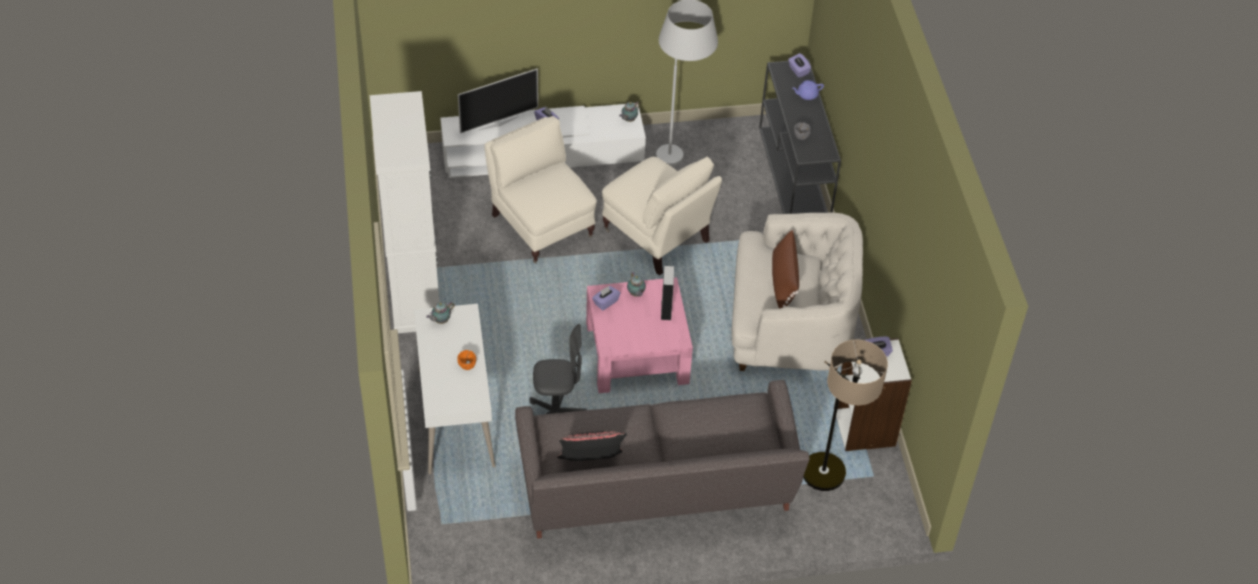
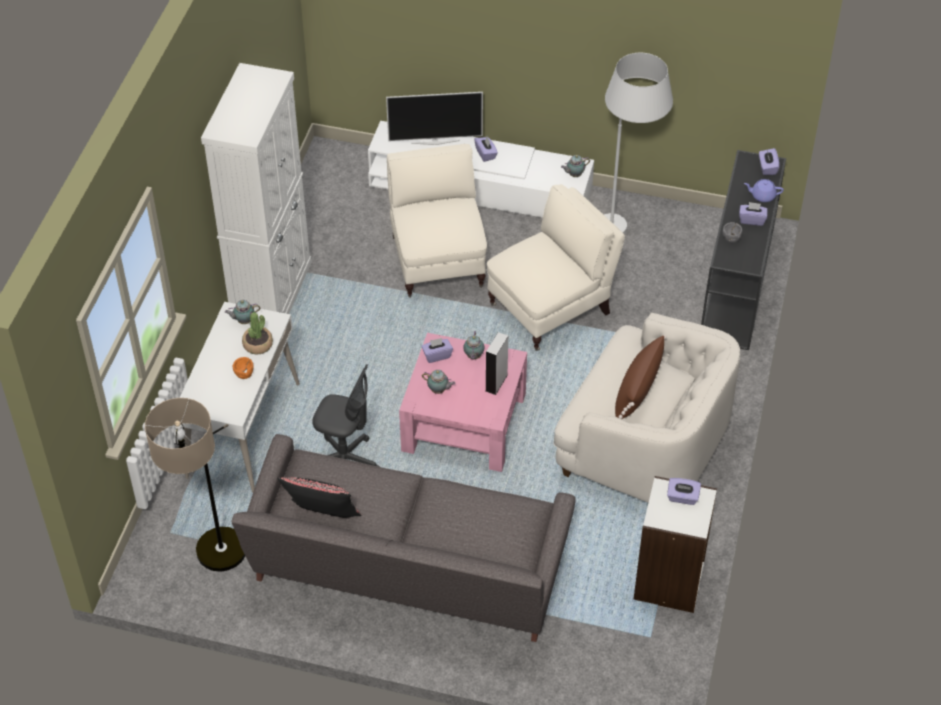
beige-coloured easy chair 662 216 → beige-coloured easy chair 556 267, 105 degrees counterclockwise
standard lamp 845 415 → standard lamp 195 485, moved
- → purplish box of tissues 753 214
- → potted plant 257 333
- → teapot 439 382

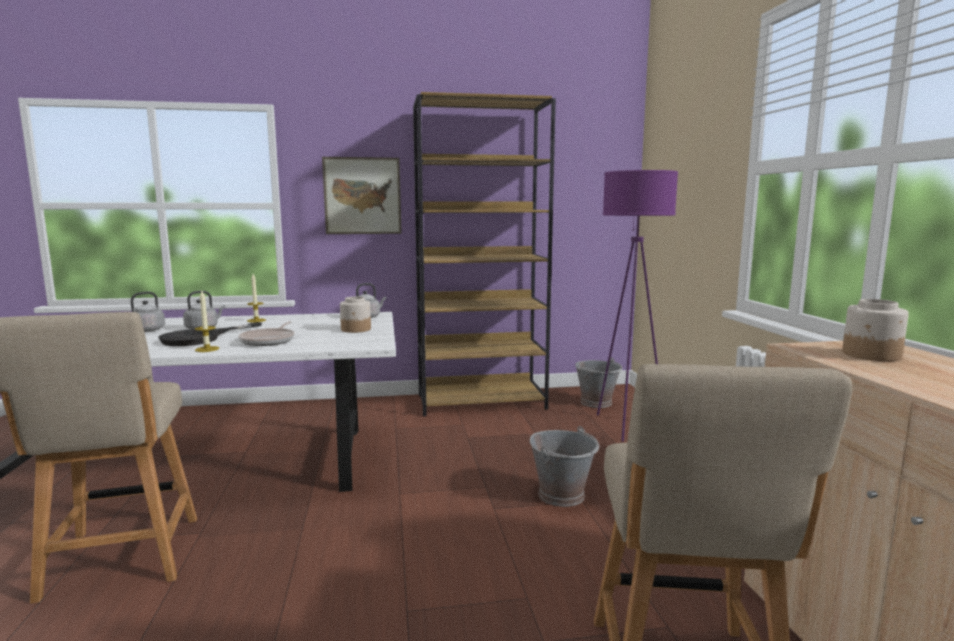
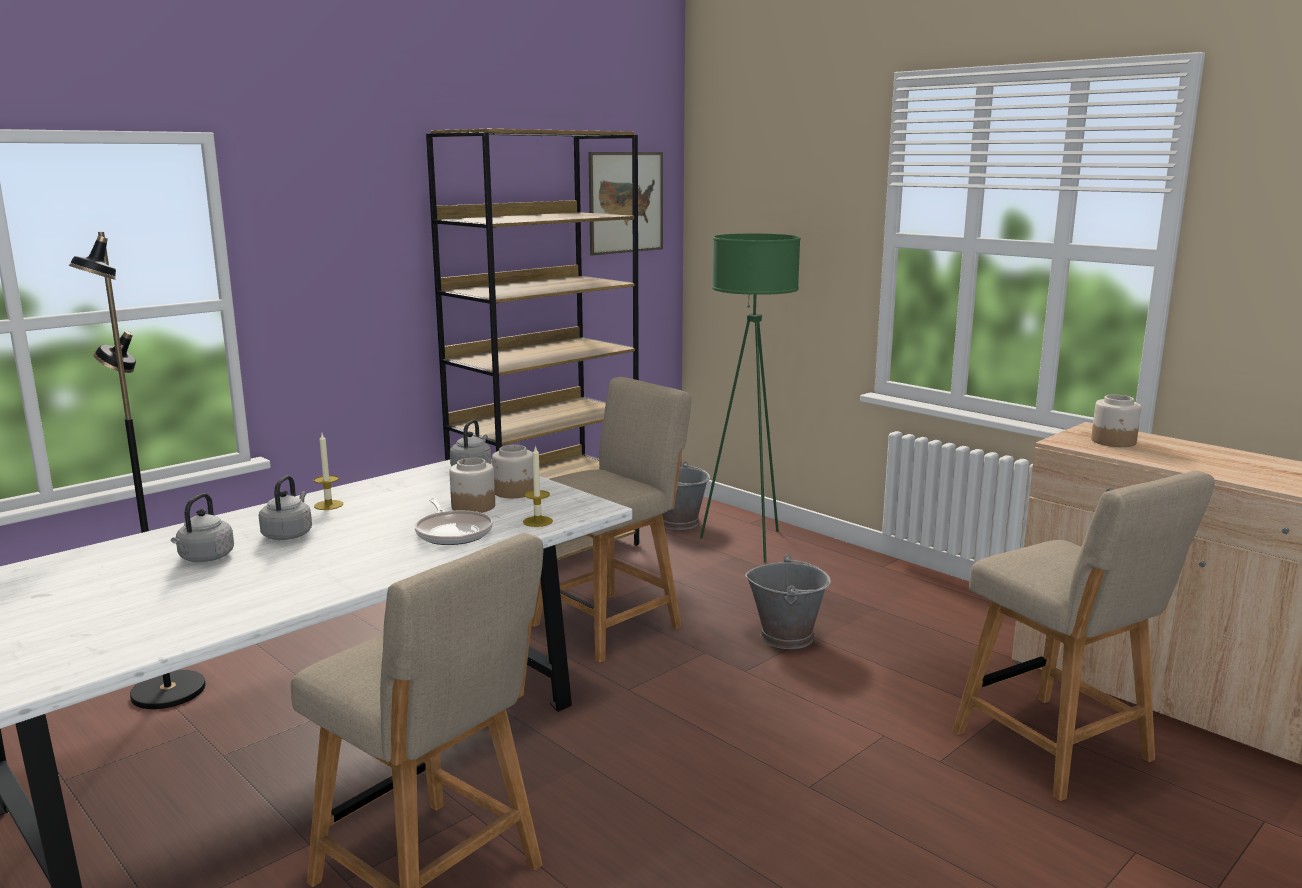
wall art 362 195 → wall art 625 204, moved
purplish standard lamp 637 305 → green-coloured standard lamp 750 398
wax light 207 321 → wax light 538 486, moved
black-coloured skillet 210 334 → -
- → black-coloured standard lamp 136 470
- → beige-coloured chair 611 520
- → preserve jar 472 485

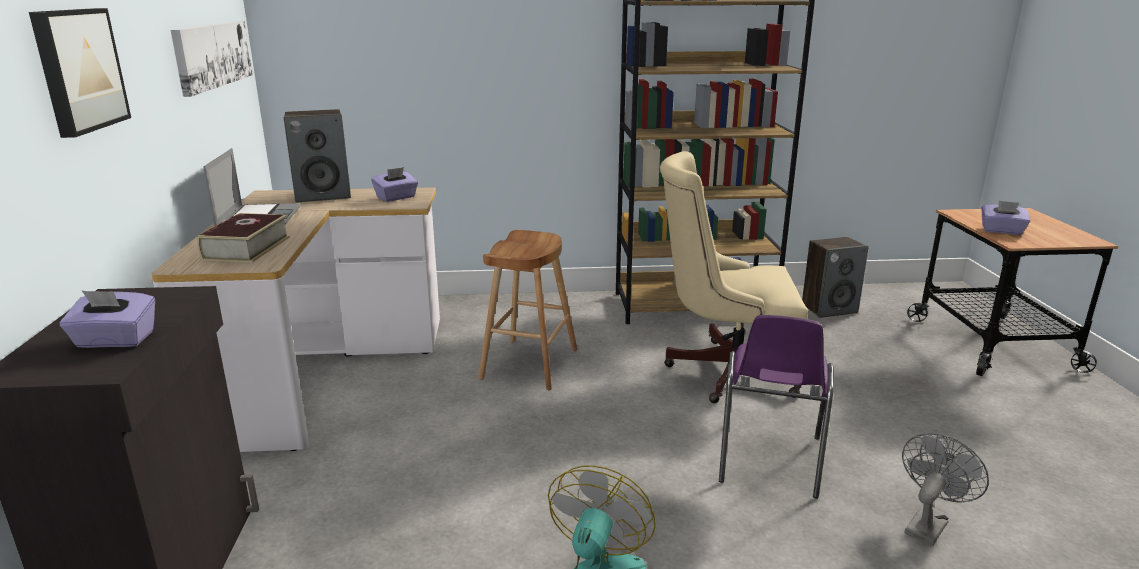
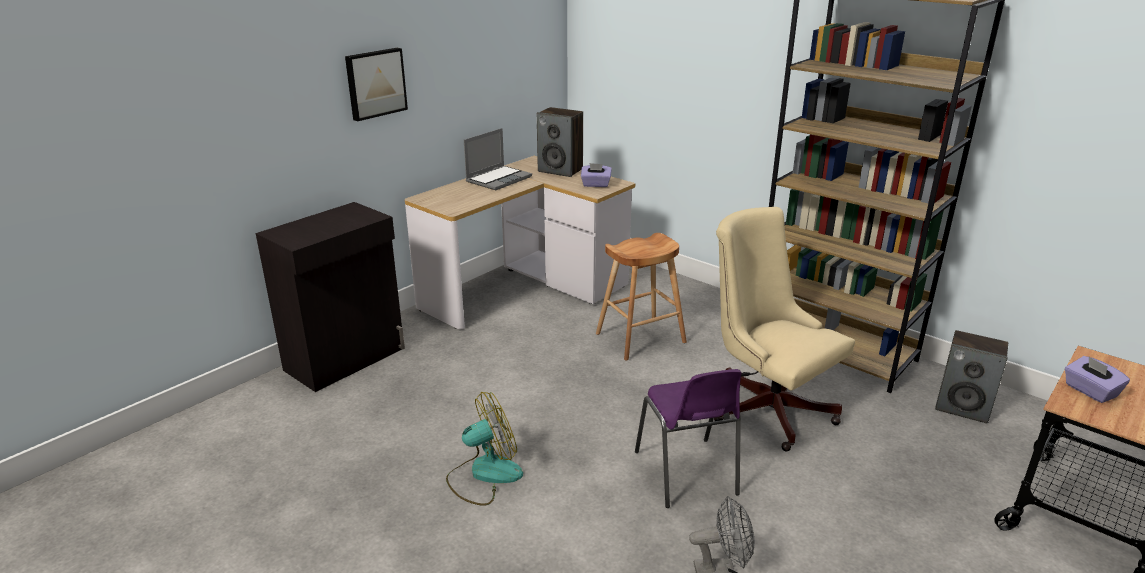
wall art 212 59 → -
book 243 238 → -
purplish box of tissues 107 319 → -
purplish chair 776 407 → purplish chair 688 438, 75 degrees counterclockwise

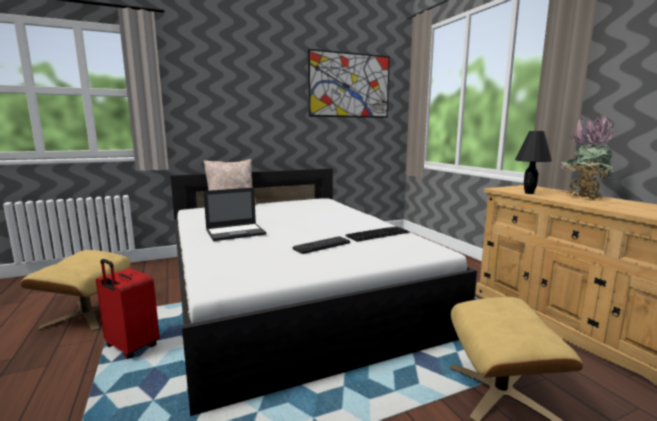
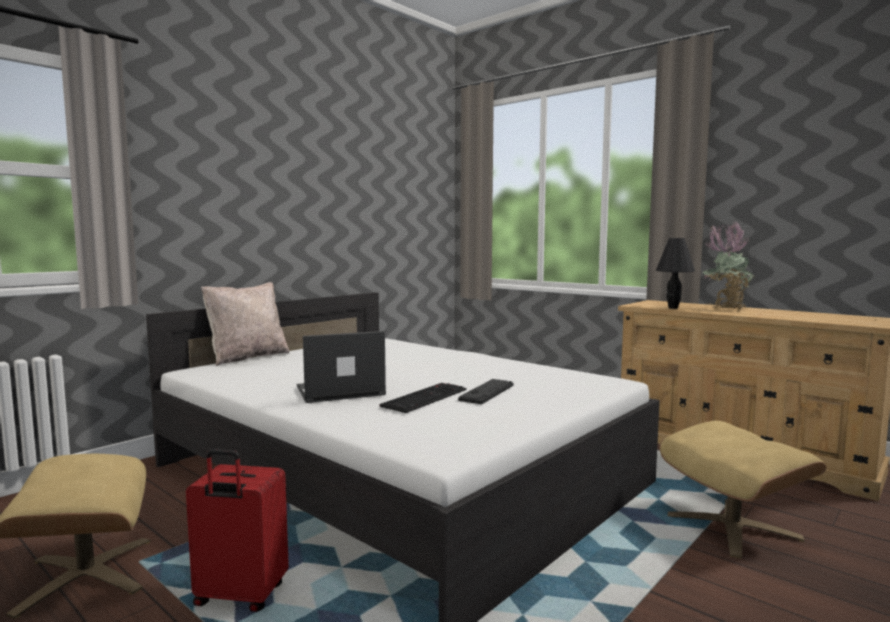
wall art 349 83 → -
portable computer 234 214 → portable computer 341 367, 150 degrees counterclockwise
keyboard 377 234 → keyboard 422 398, moved

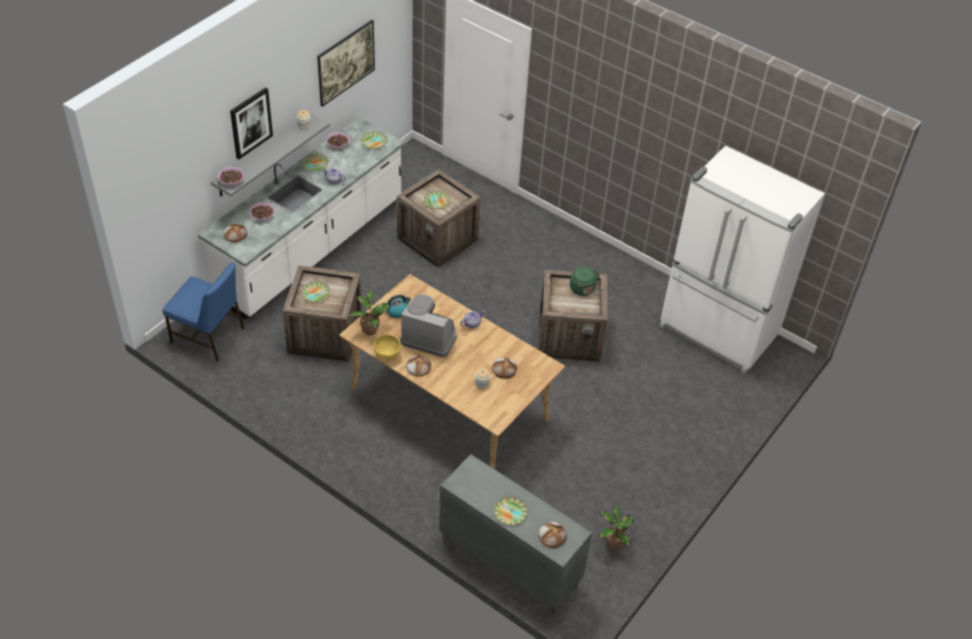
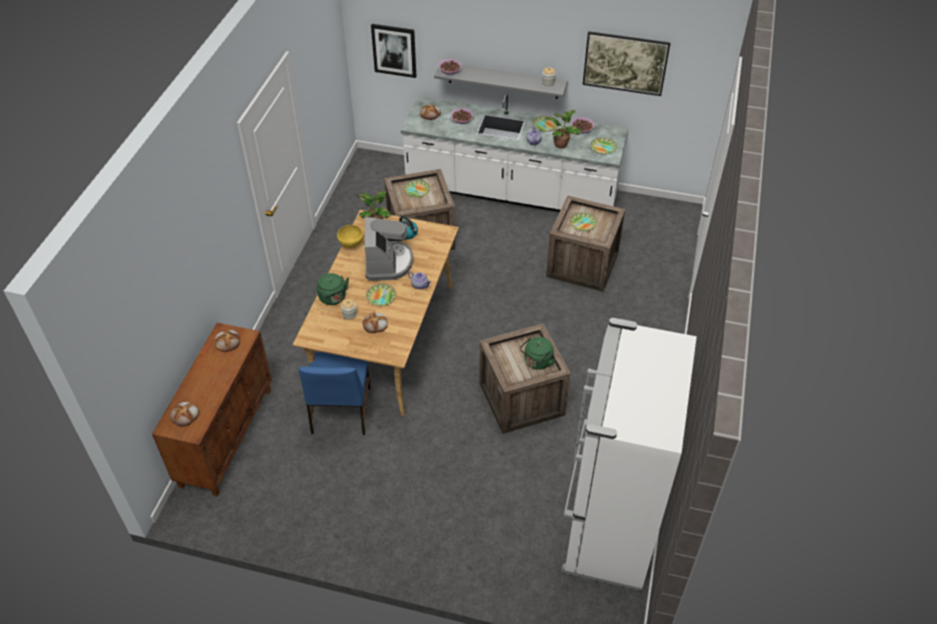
wall art 251 123 → wall art 393 51, moved
bluish chair 203 312 → bluish chair 335 393, moved
bakery bread 418 365 → bakery bread 227 341, moved
greyish storage cabinet 515 534 → brown storage cabinet 212 410
flat dish 511 510 → flat dish 381 295, moved
potted plant 616 527 → potted plant 564 129, moved
- → green-coloured water kettle 333 289

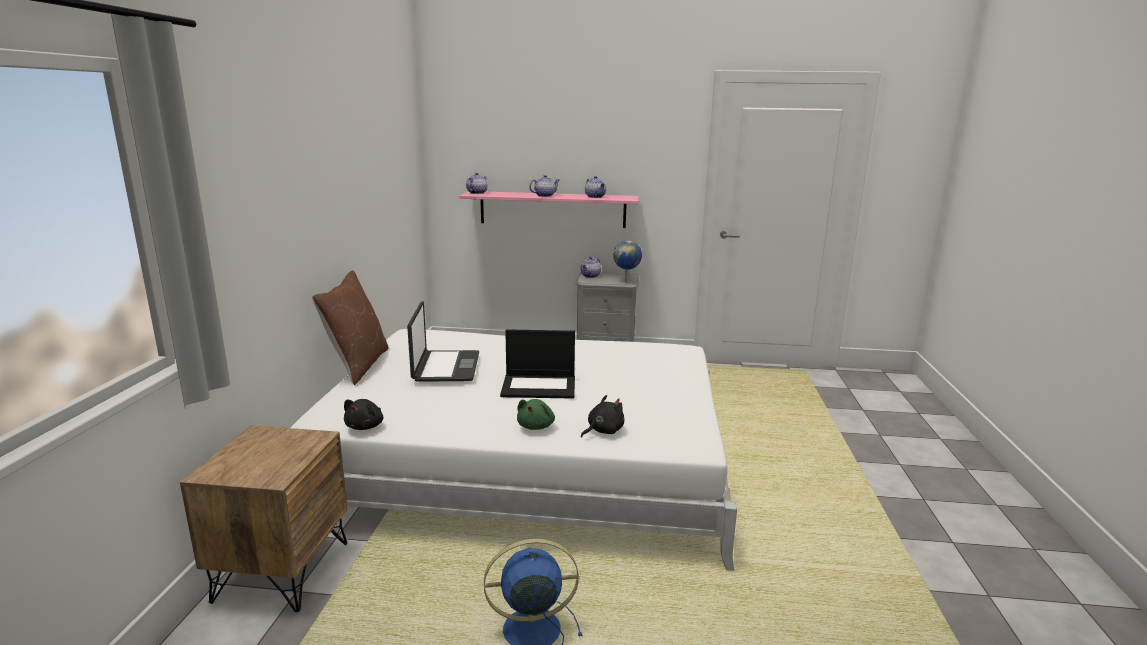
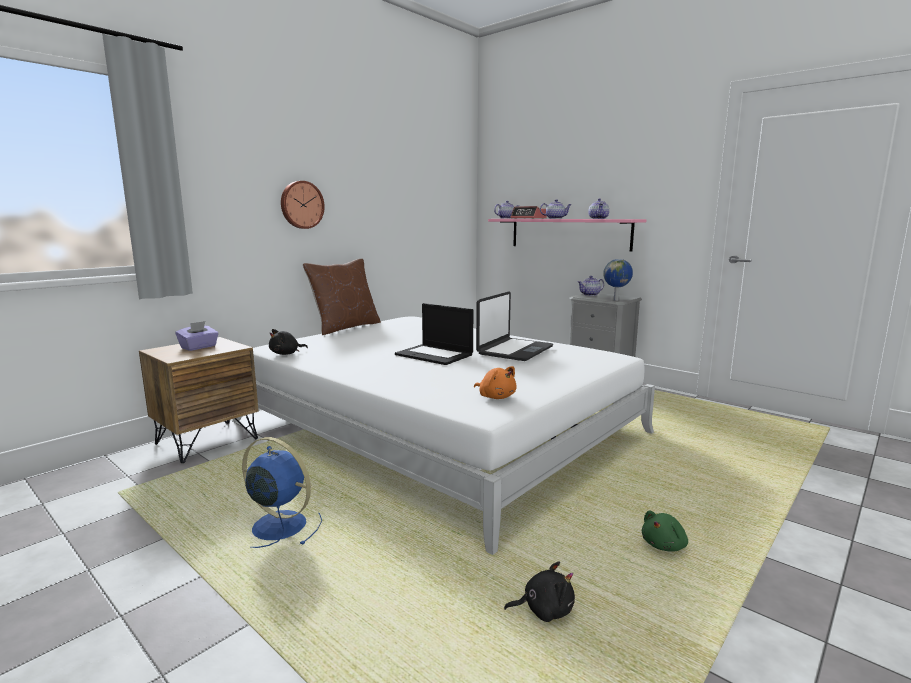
portable computer 443 341 → portable computer 514 326, moved
black-coloured soft toy 602 416 → black-coloured soft toy 539 592, moved
green-coloured soft toy 536 414 → green-coloured soft toy 665 530, moved
- → hanging clock 303 205
- → table clock 529 212
- → purplish box of tissues 197 336
- → orangey soft toy 495 382

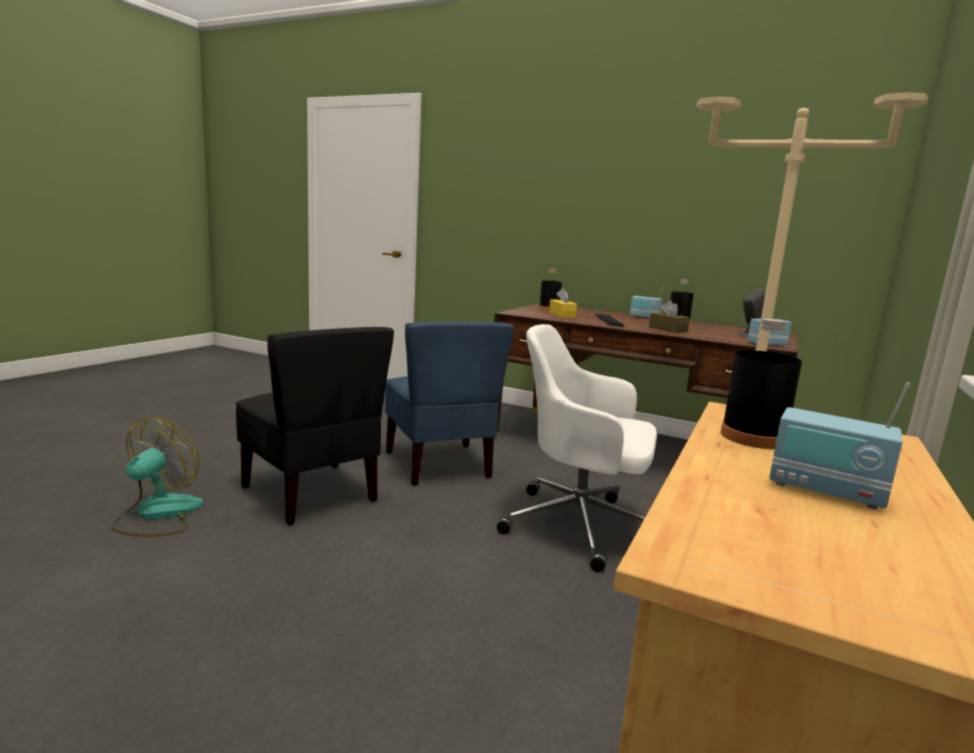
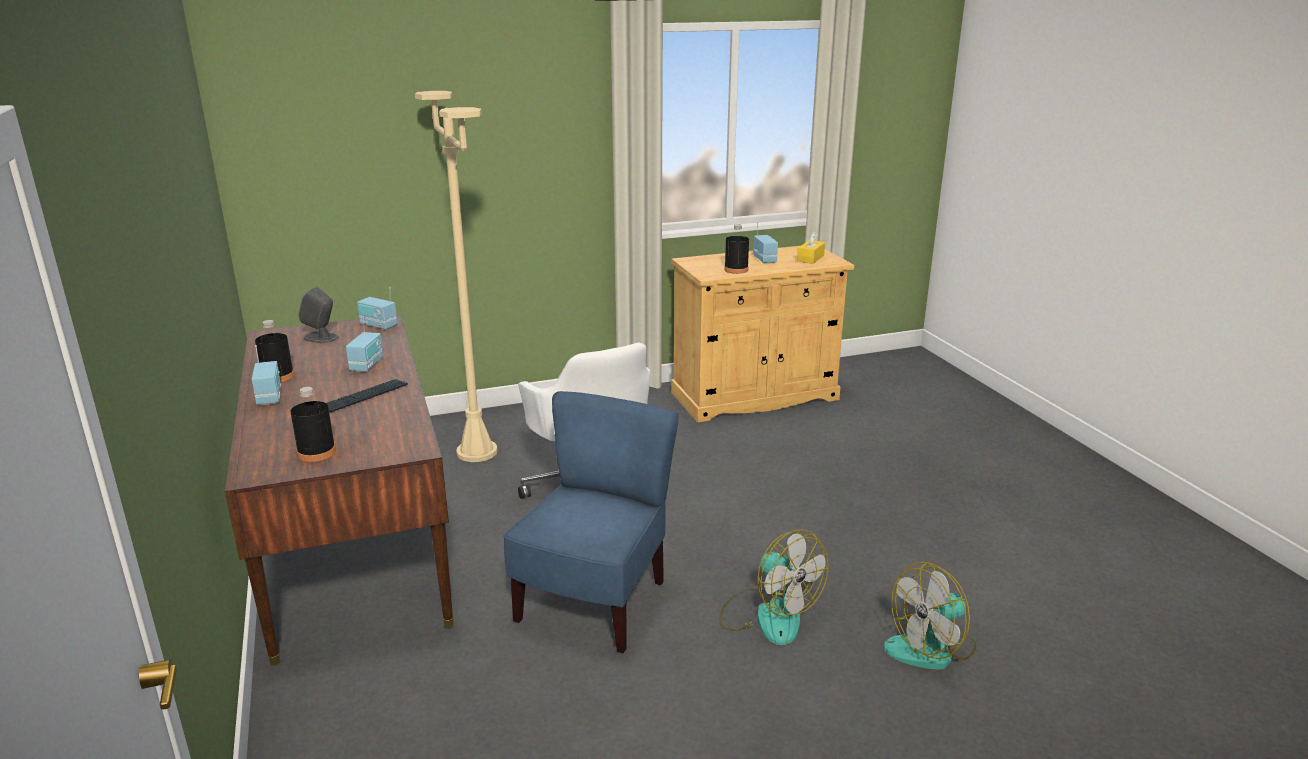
yellowish box of tissues 563 303 → yellowish box of tissues 811 248, moved
brown box of tissues 669 317 → radio set 364 344
black-coloured chair 314 426 → electric fan 774 587

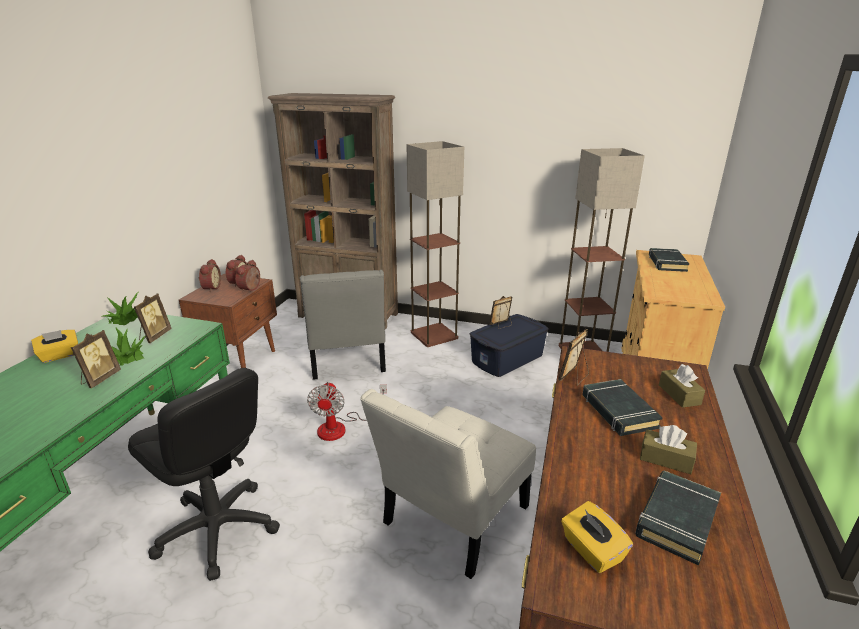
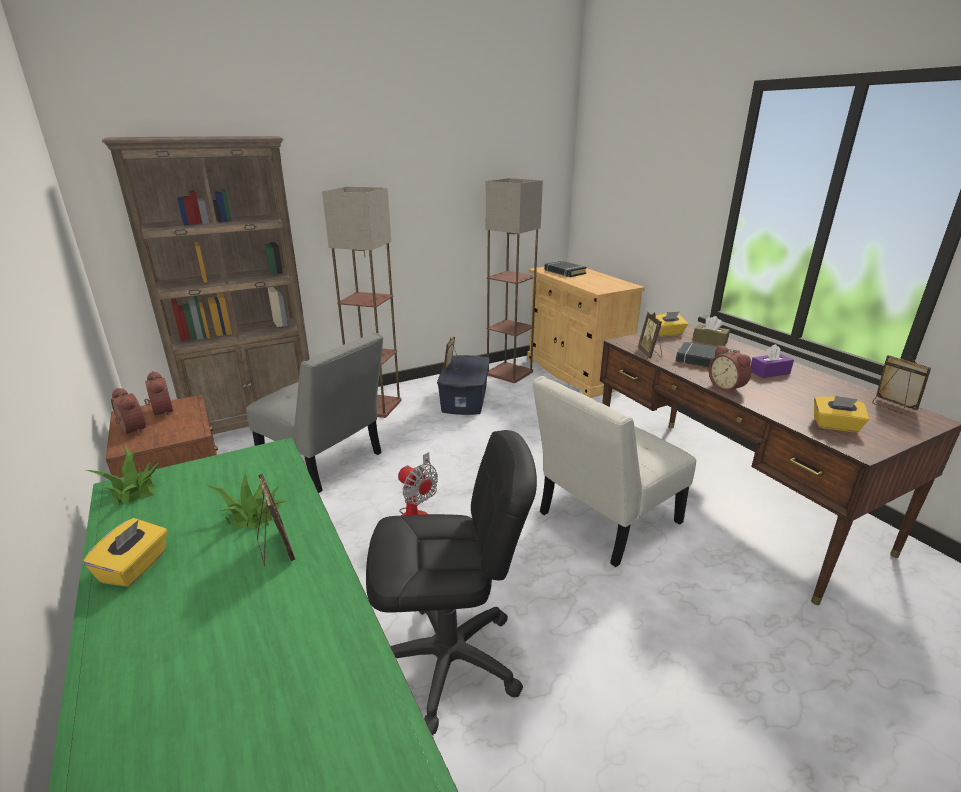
table clock 247 276 → table clock 730 369, moved
standing frame 153 318 → standing frame 901 384, moved
whitish chair 448 484 → whitish chair 614 471, 60 degrees clockwise
brown box of tissues 668 449 → purplish box of tissues 772 361
black-coloured book 678 518 → -
- → yellowish box of tissues 672 324

